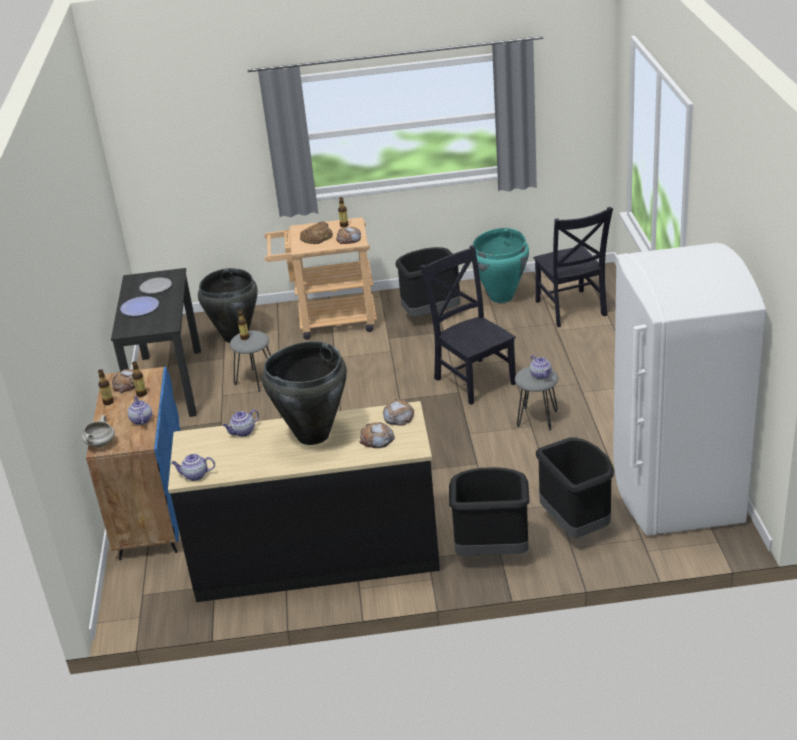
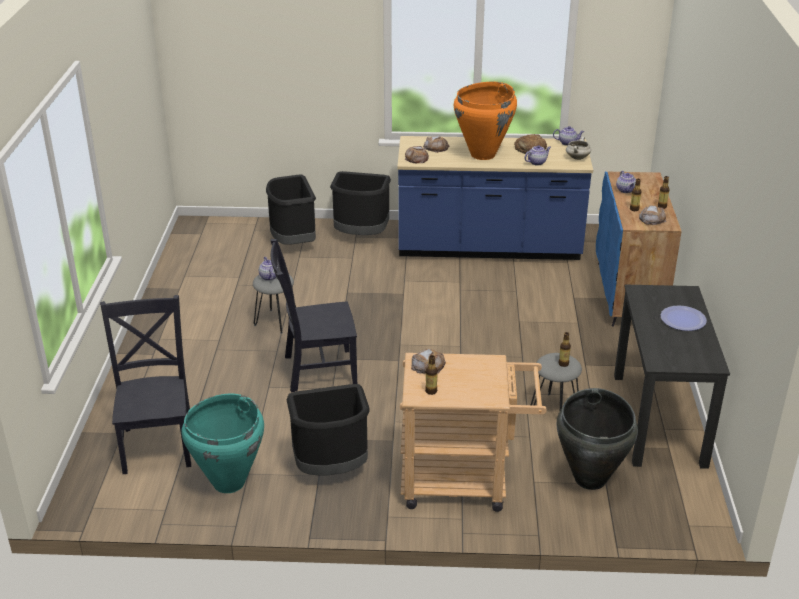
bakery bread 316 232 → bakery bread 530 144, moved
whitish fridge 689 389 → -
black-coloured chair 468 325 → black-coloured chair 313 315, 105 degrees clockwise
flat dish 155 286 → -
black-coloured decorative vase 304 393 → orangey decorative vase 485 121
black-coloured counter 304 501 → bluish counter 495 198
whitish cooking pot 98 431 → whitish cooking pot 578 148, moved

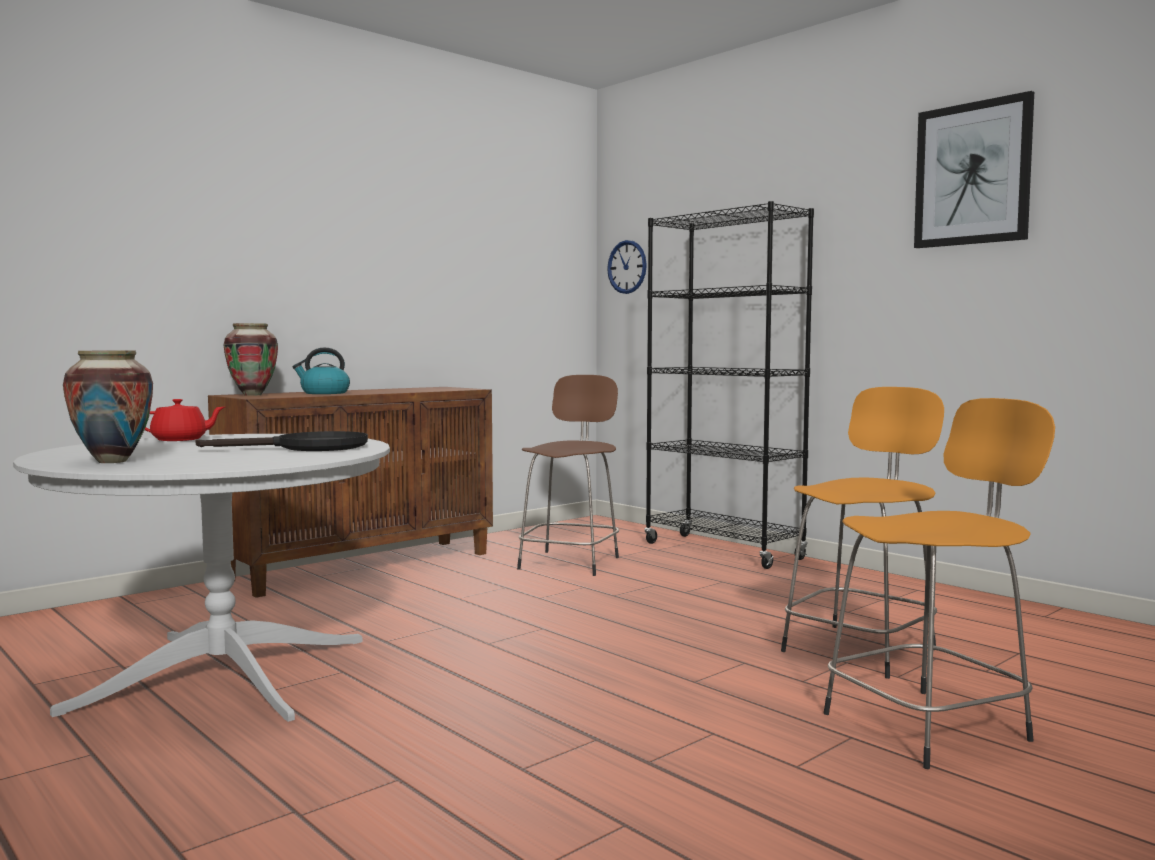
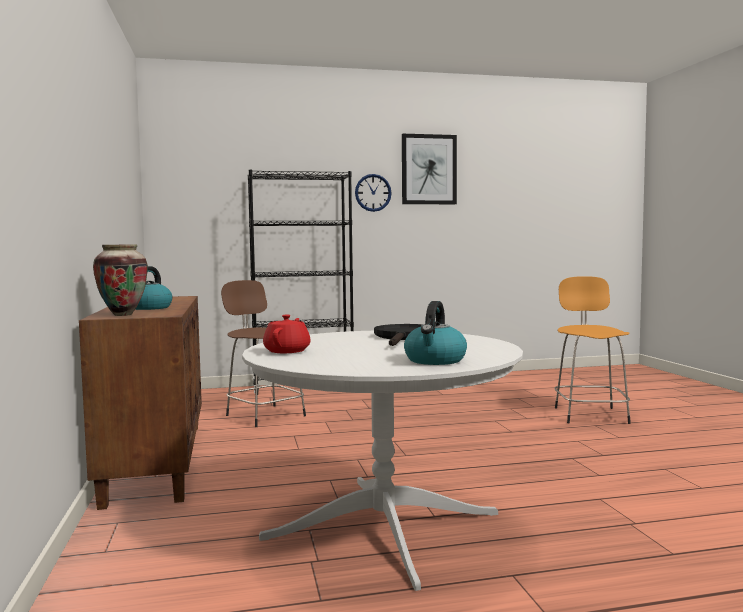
hanging clock 627 267 → hanging clock 373 193, moved
decorative vase 108 407 → water kettle 435 333
orangey sitting stool 862 533 → -

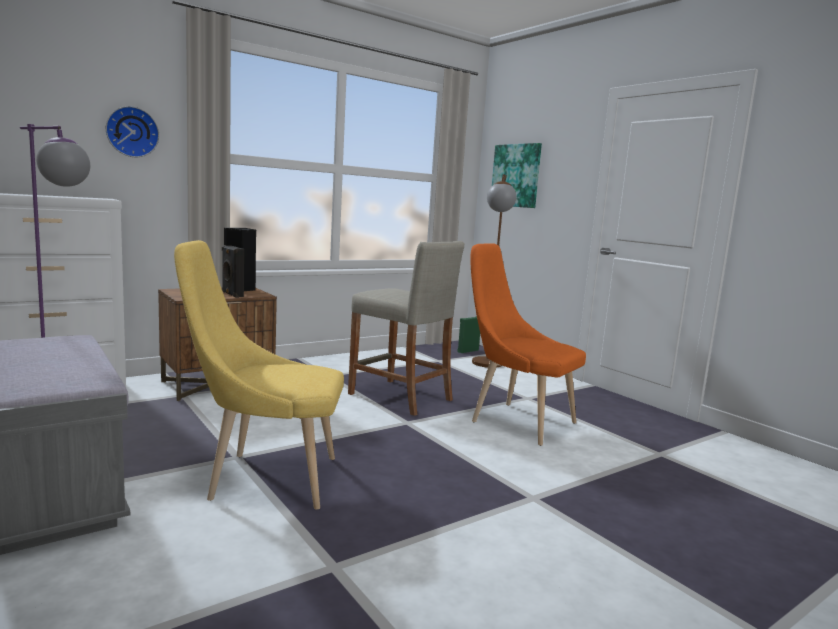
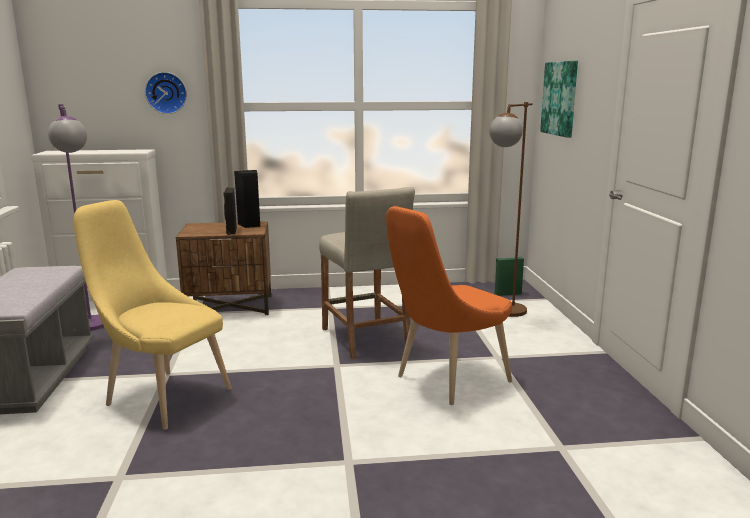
orangey chair 528 344 → orangey chair 449 305, 105 degrees counterclockwise

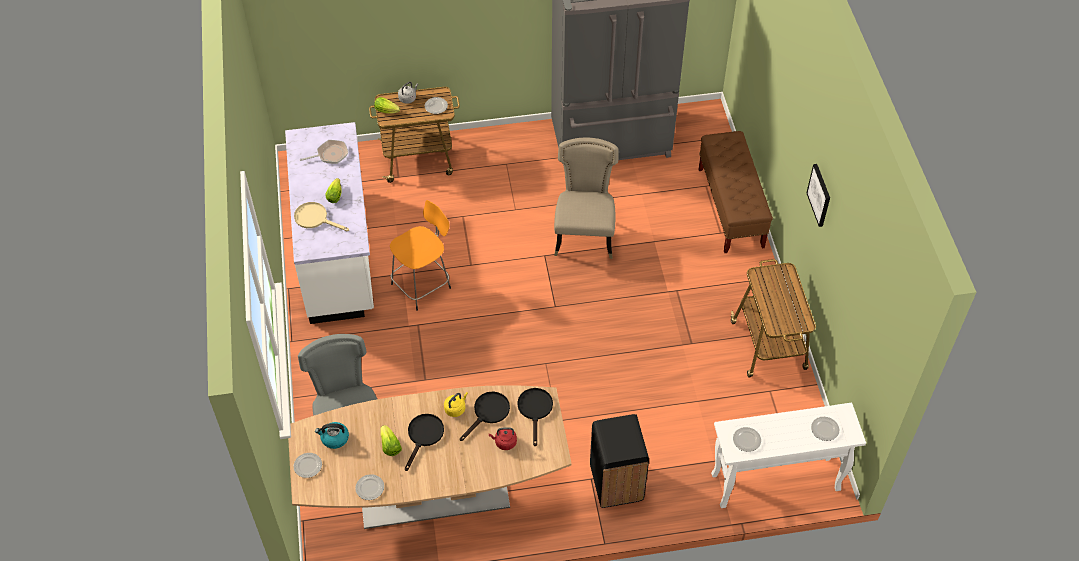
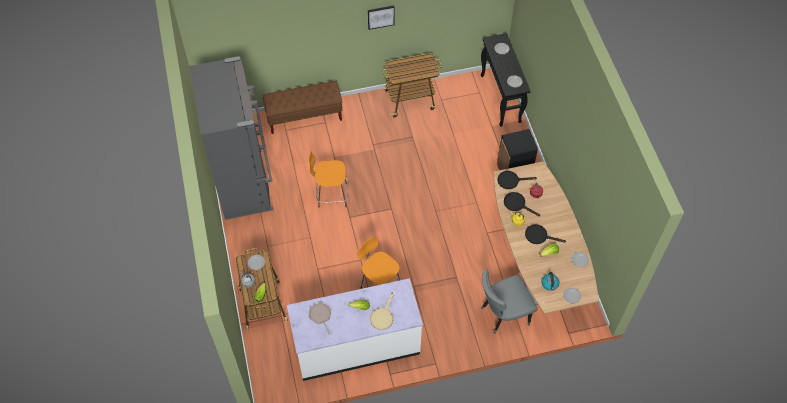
beige-coloured chair 586 198 → orangey sitting stool 328 179
whitish hall table 788 455 → black-coloured hall table 506 80

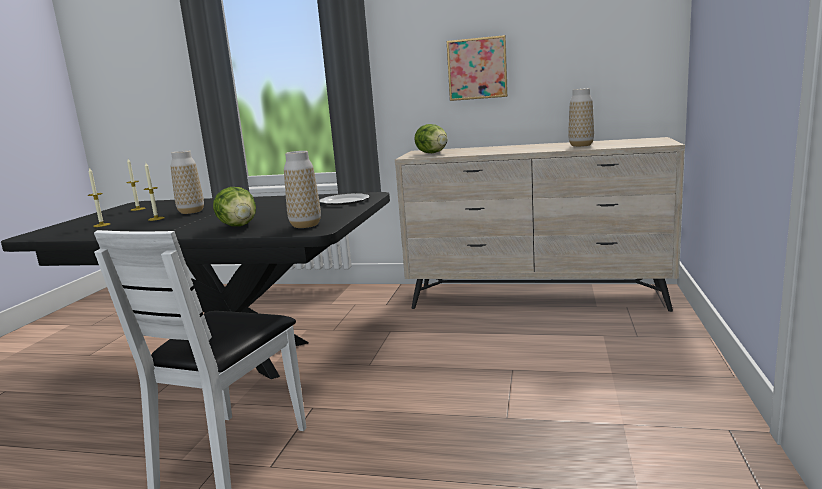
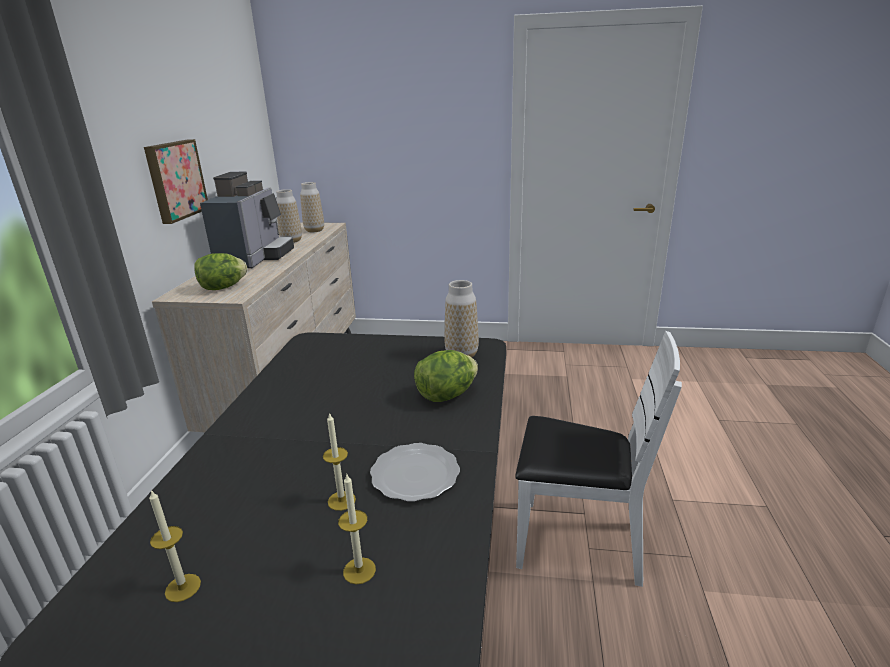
decorative vase 187 182 → decorative vase 312 207, moved
flat dish 344 200 → flat dish 415 472, moved
- → coffee maker 247 220

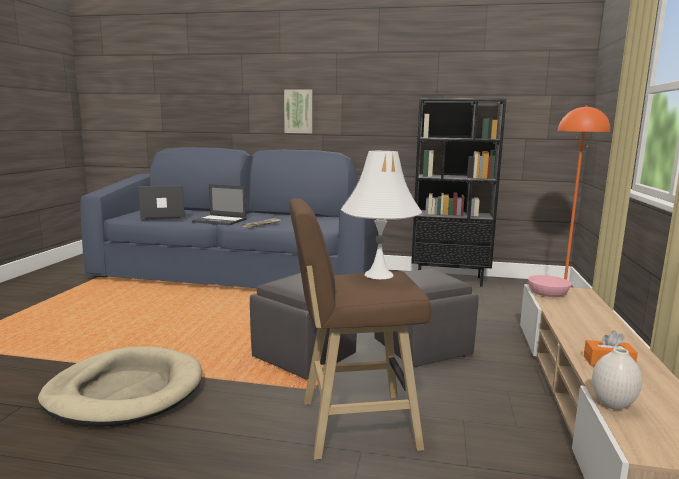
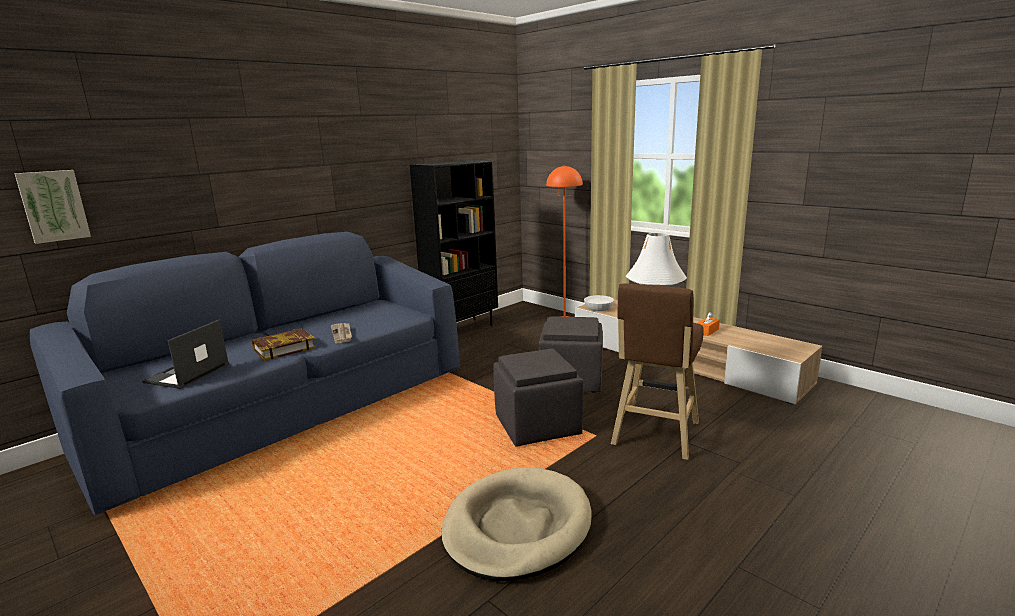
wall art 298 111 → wall art 52 207, moved
portable computer 219 204 → book 284 344
pink bowl 550 286 → whitish bowl 599 303
whitish decorative vase 617 379 → -

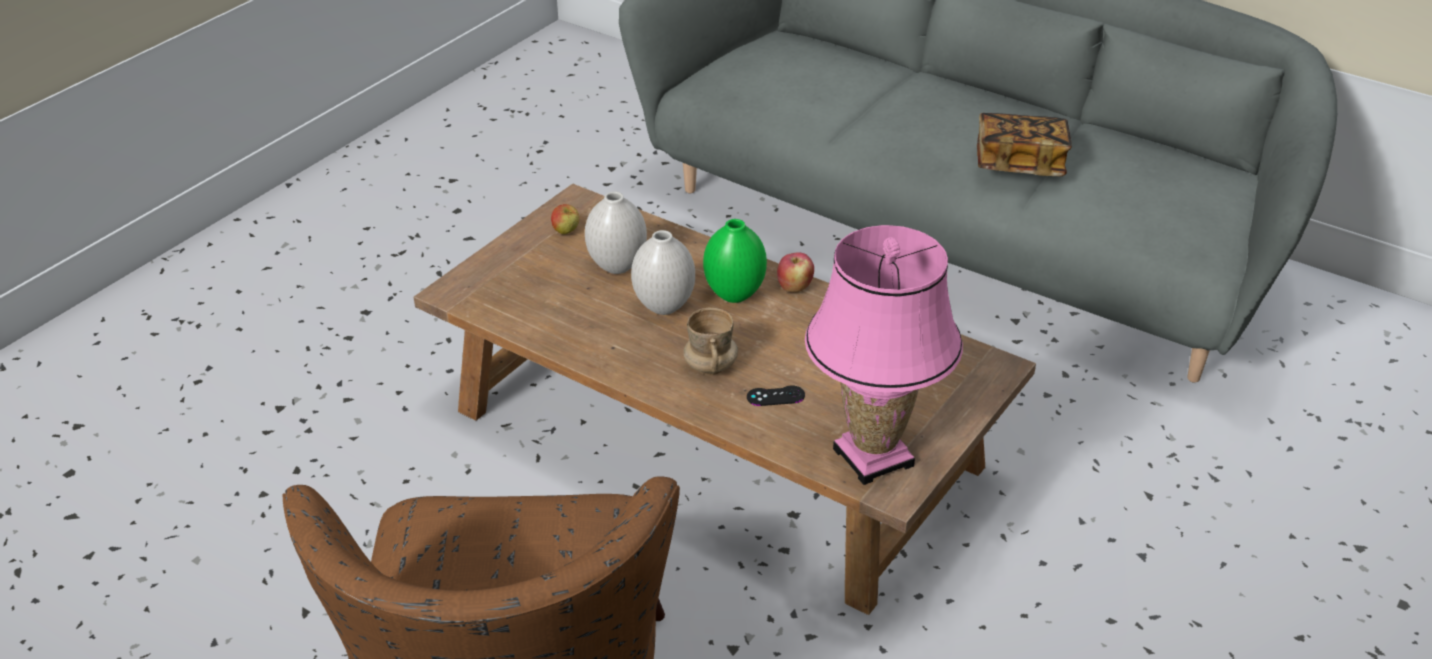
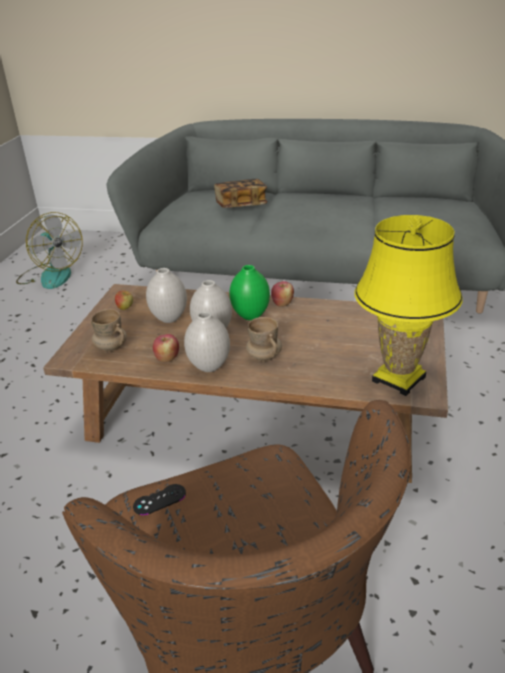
book 1024 145 → book 240 193, moved
pink table lamp 884 355 → yellowish table lamp 408 305
black-coloured game controller 776 395 → black-coloured game controller 159 499, moved
- → electric fan 49 250
- → beige-coloured coffee mug 109 330
- → whitish decorative vase 207 341
- → apple 166 348

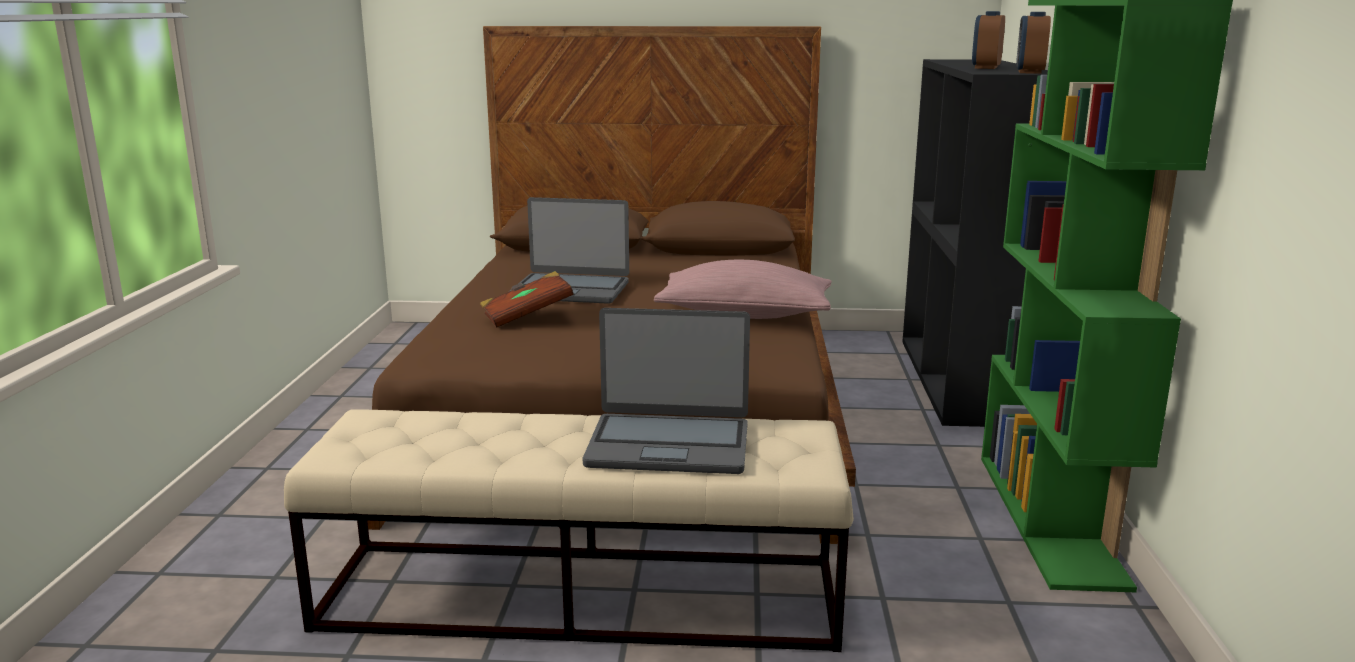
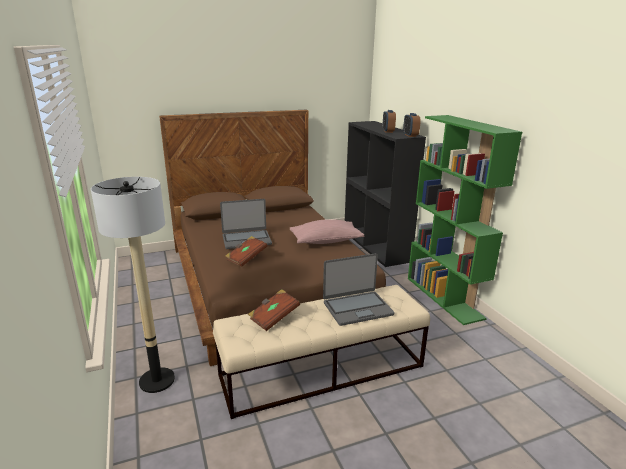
- → standard lamp 133 285
- → brown book 274 310

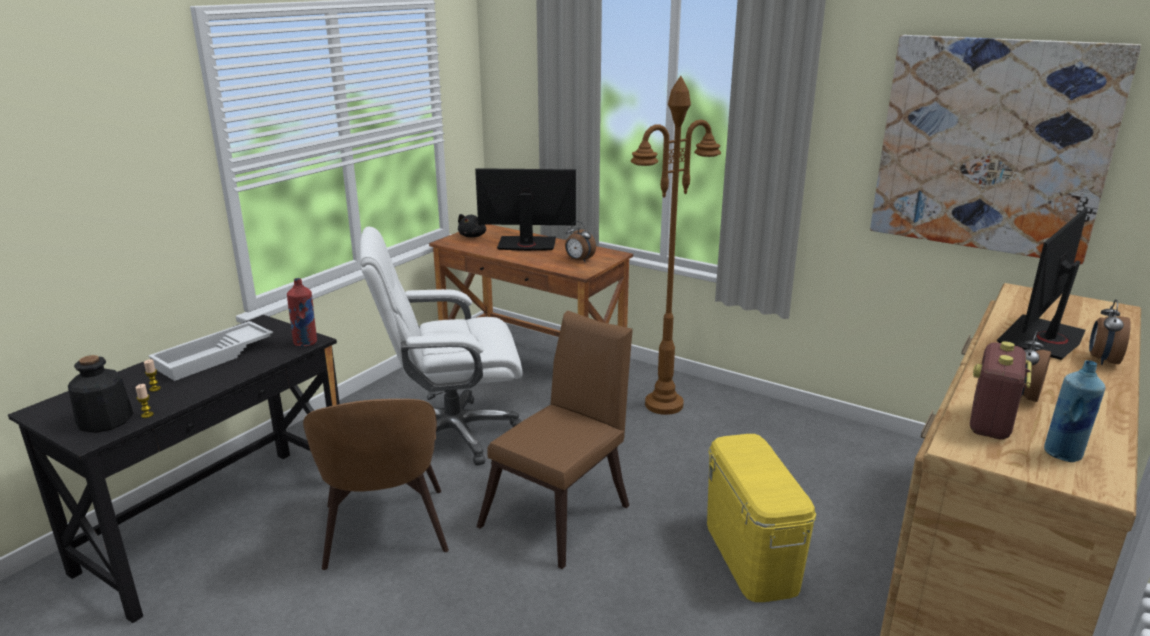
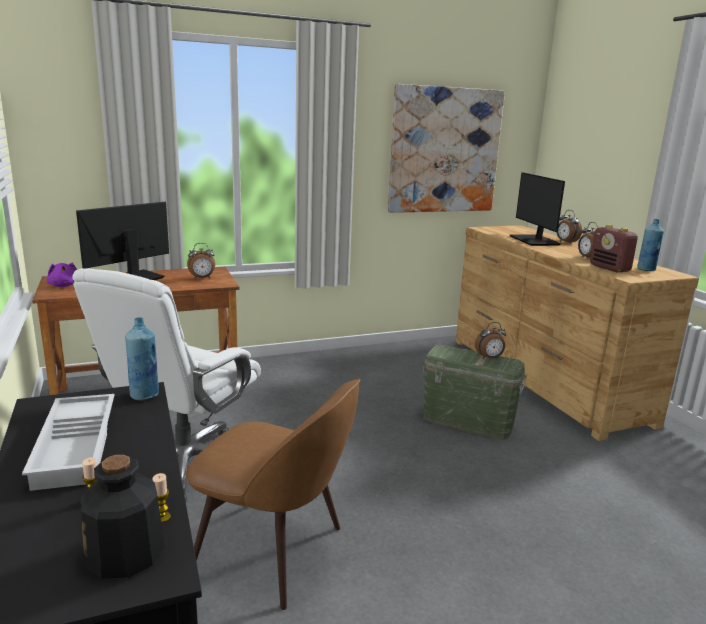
brown standard lamp 676 245 → -
black-coloured soft toy 472 225 → purplish soft toy 61 275
reddish drink bottle 302 312 → bluish drink bottle 142 359
brown chair 555 440 → -
yellowish storage bin 762 518 → green-coloured storage bin 474 392
- → table clock 490 340

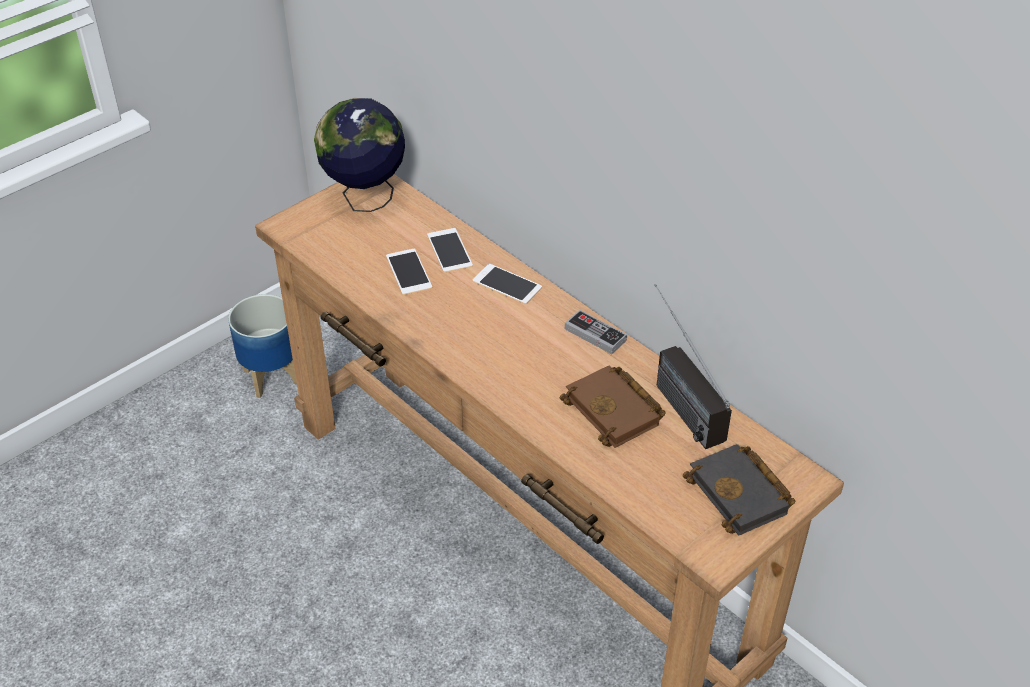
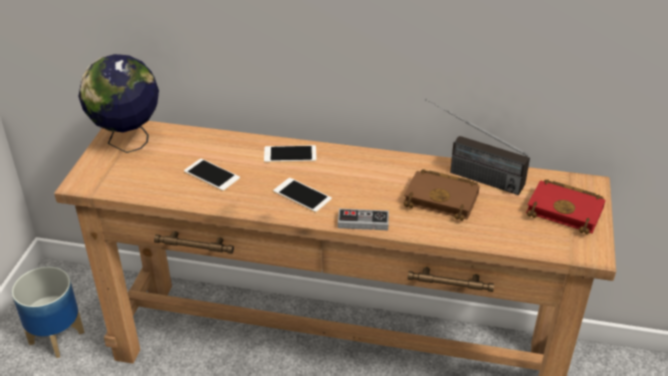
telephone 450 250 → telephone 302 195, moved
game controller 596 332 → game controller 363 219, moved
black-coloured book 739 490 → reddish book 565 207

